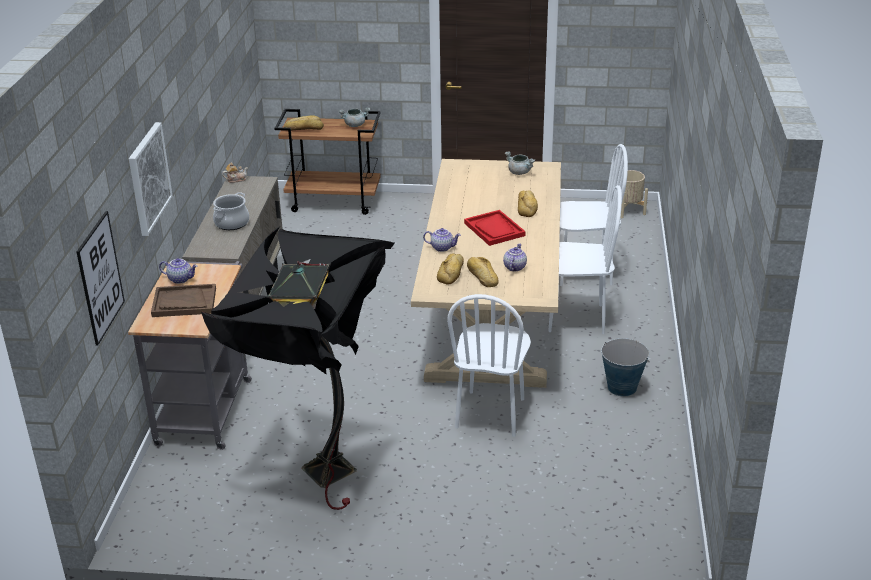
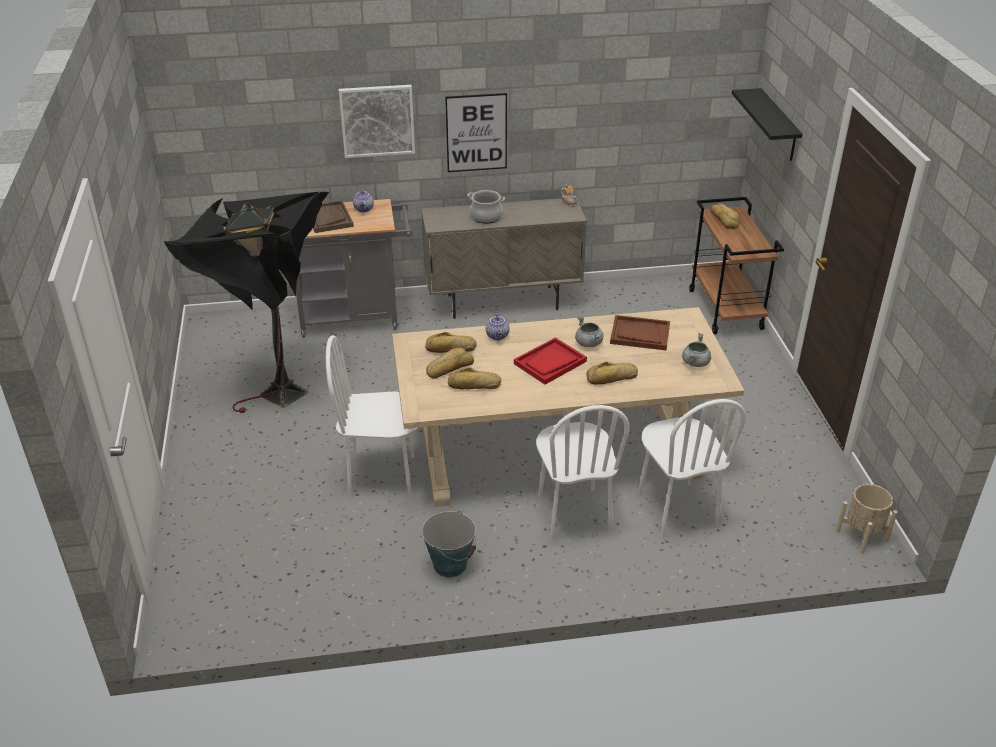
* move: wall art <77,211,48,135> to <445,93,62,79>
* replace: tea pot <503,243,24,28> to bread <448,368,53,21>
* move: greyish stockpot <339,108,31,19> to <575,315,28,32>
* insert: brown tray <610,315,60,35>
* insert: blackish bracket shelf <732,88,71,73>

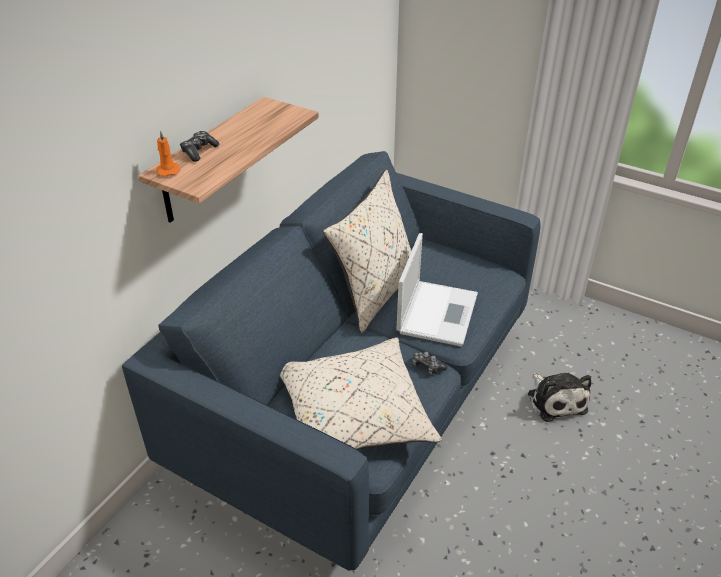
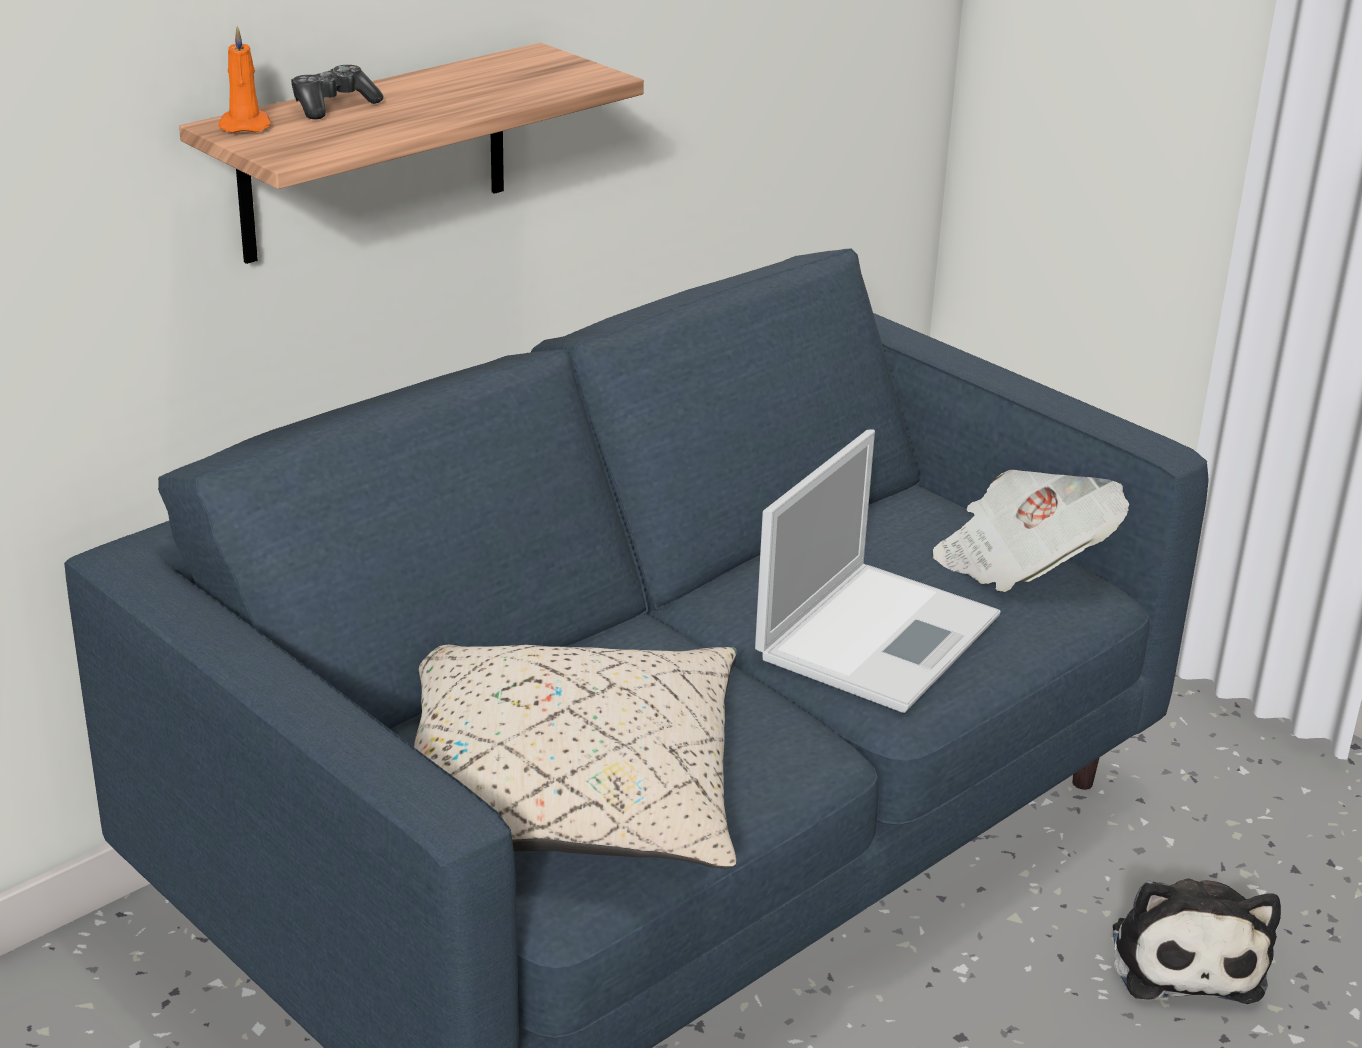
* insert: printed paper <933,470,196,122>
* delete: sand-coloured throw pillow <323,169,88,164>
* delete: gamepad <413,352,34,23>

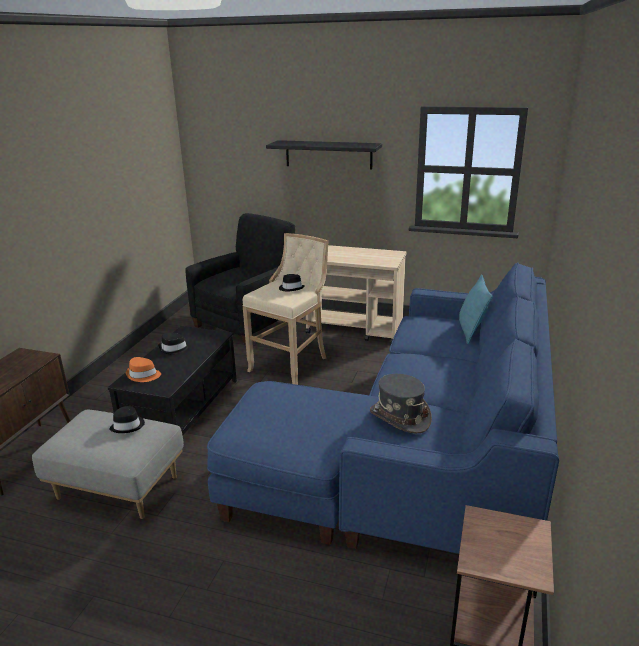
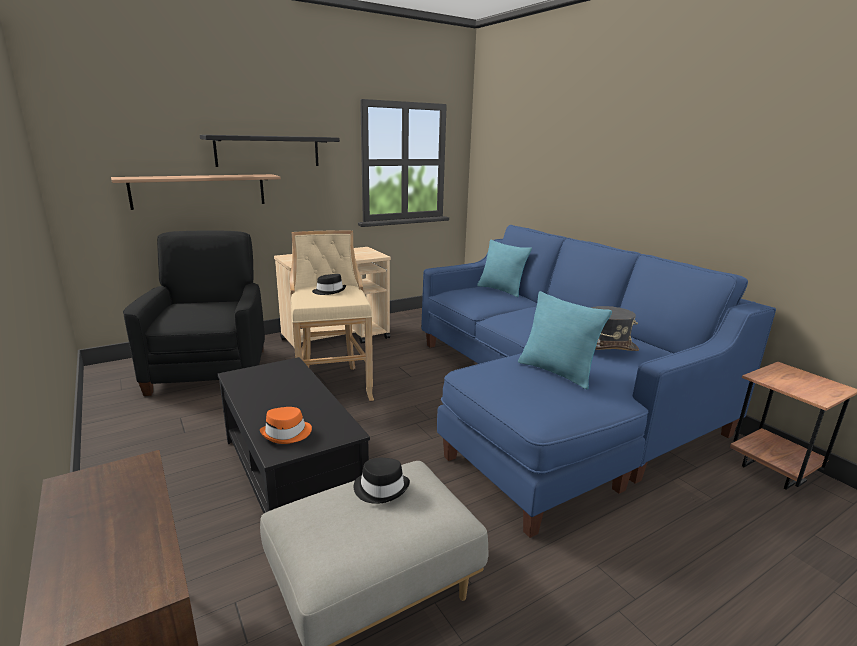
* insert: bracket shelf <111,174,170,36>
* insert: blue-green throw pillow <518,291,94,98>
* delete: blackish wearable hat <158,333,33,21>

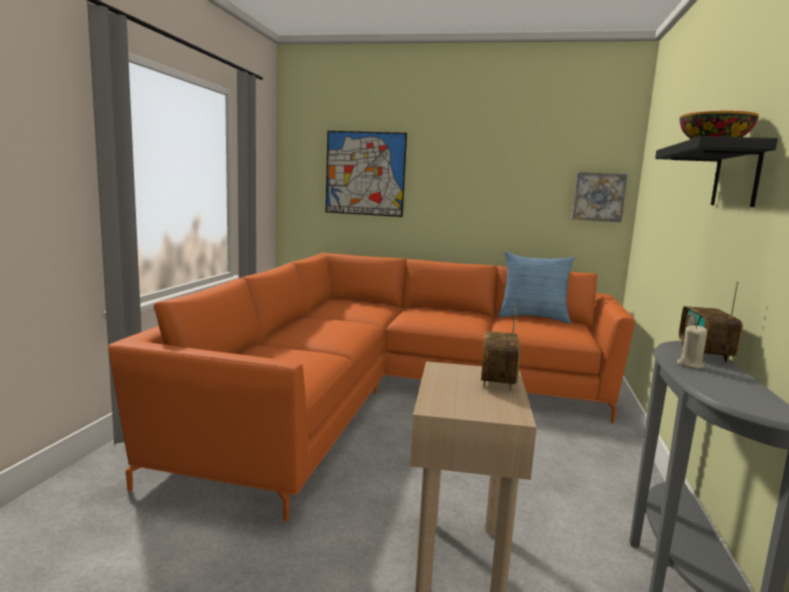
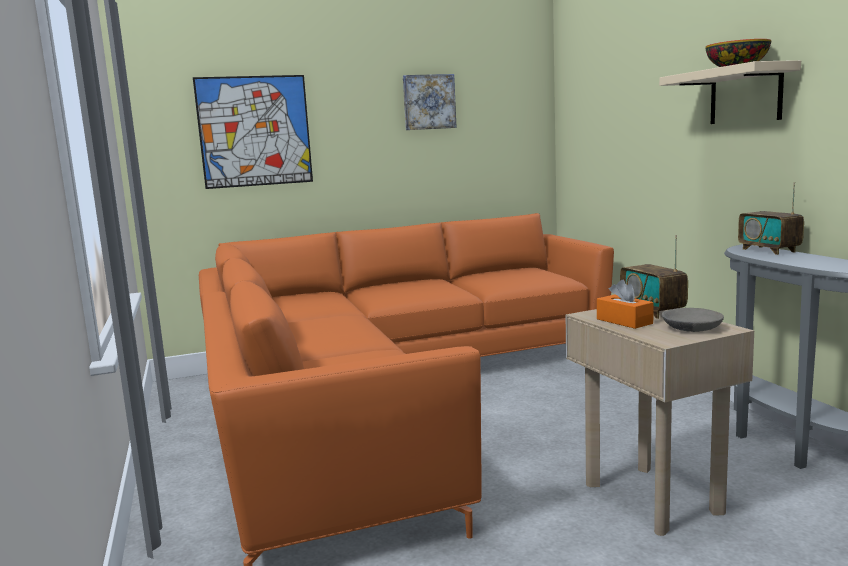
* move: wall art <572,172,56,50> to <403,74,54,56>
* insert: orange tissue box <597,280,57,49>
* recolor: blackish bracket shelf <655,136,123,71> to sand-coloured bracket shelf <659,60,142,64>
* insert: greyish deep dish <661,308,63,24>
* delete: throw pillow <498,251,77,73>
* delete: sand-coloured candle <677,325,30,44>

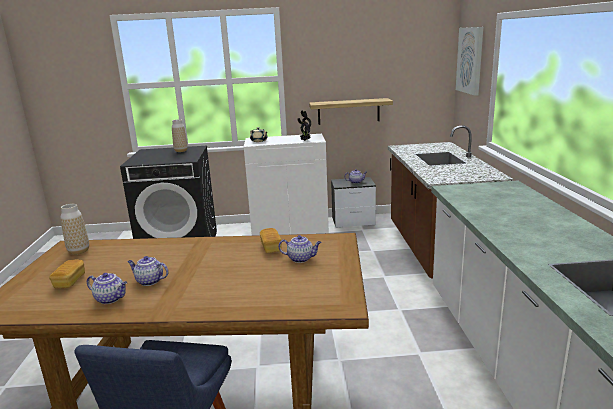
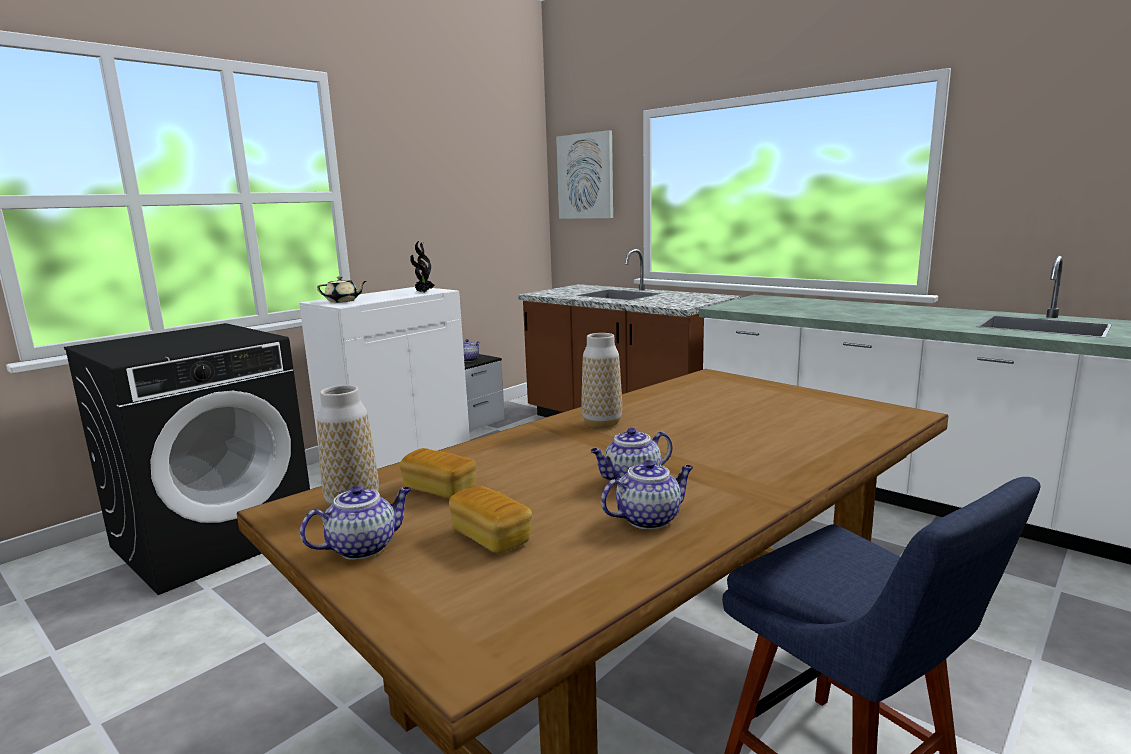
* move: tea pot <279,235,42,28> to <300,485,111,75>
* move: bread <260,228,22,25> to <399,448,77,51>
* move: vase <172,119,16,33> to <582,333,40,95>
* delete: bracket shelf <309,98,84,27>

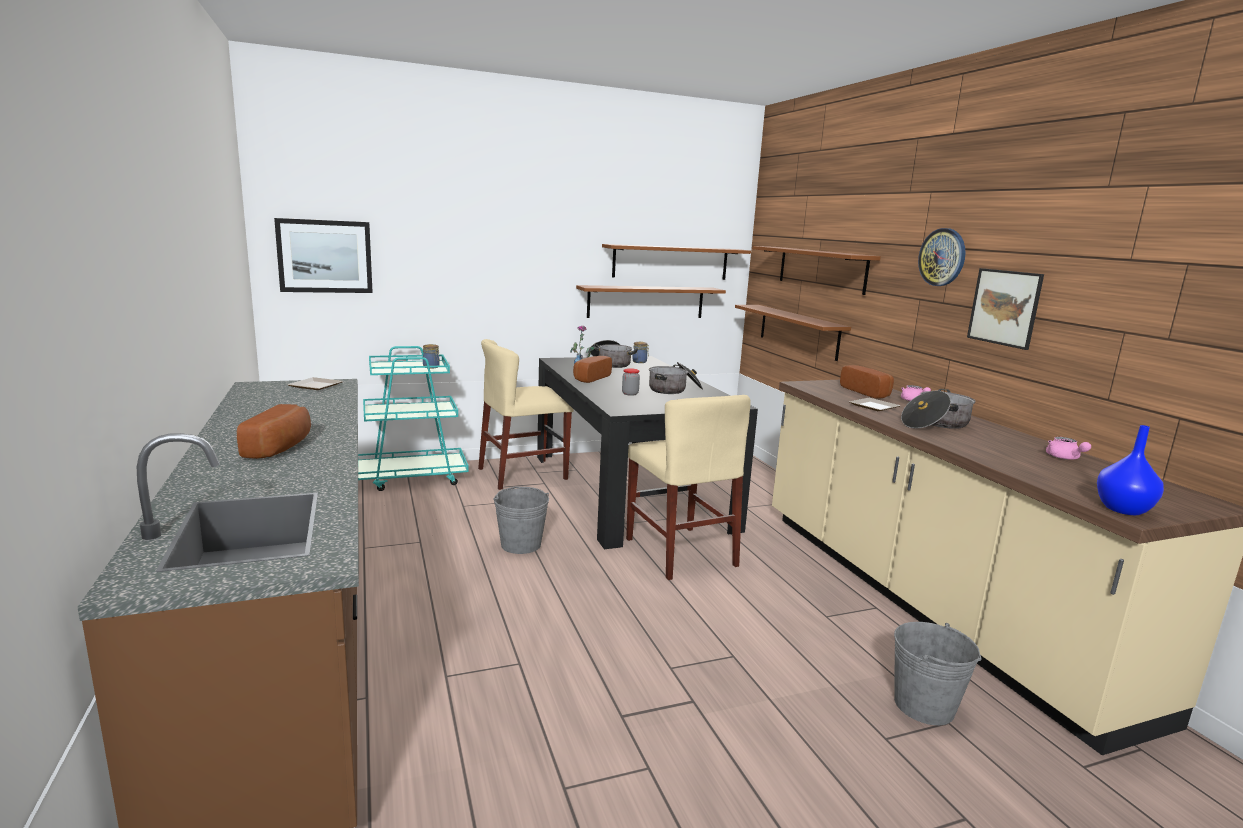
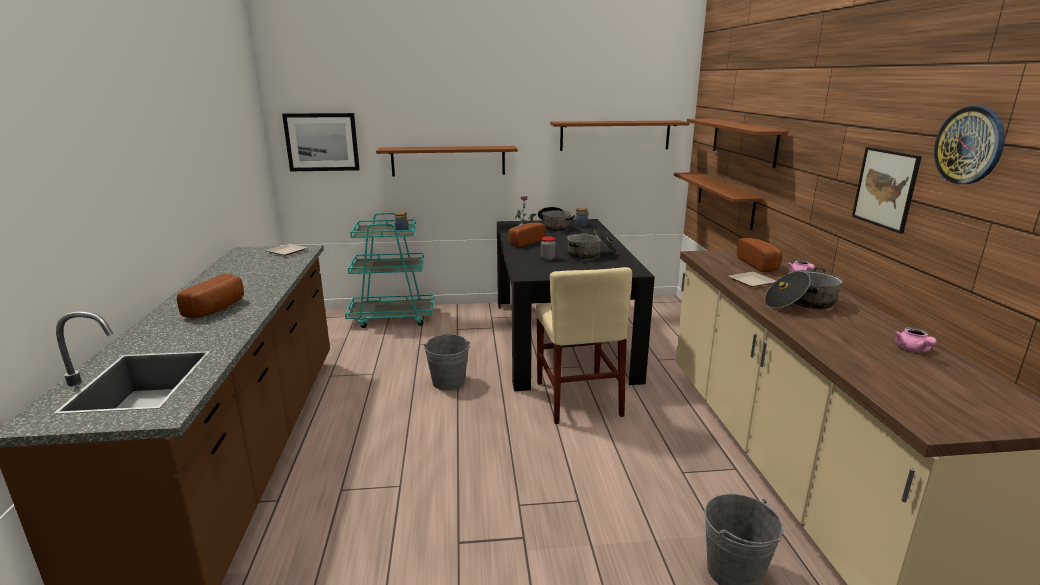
* move: brown bracket shelf <576,285,150,33> to <376,146,142,31>
* move: hanging clock <918,228,47,58> to <934,106,71,78>
* delete: sand-coloured chair <478,339,96,151>
* delete: blue-coloured vase <1097,425,67,90>

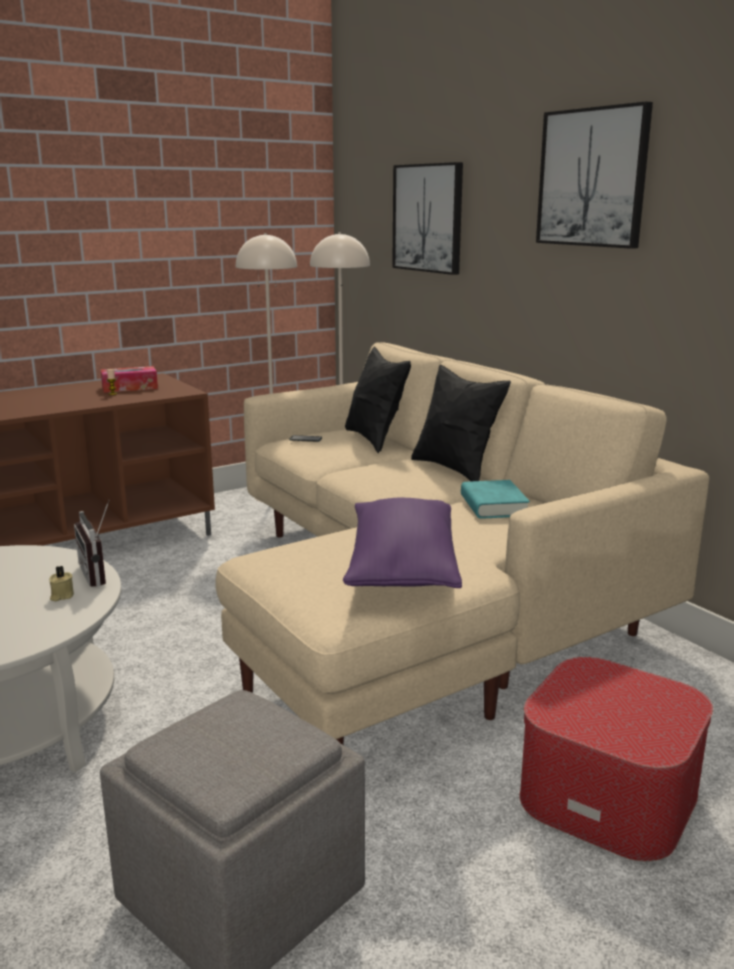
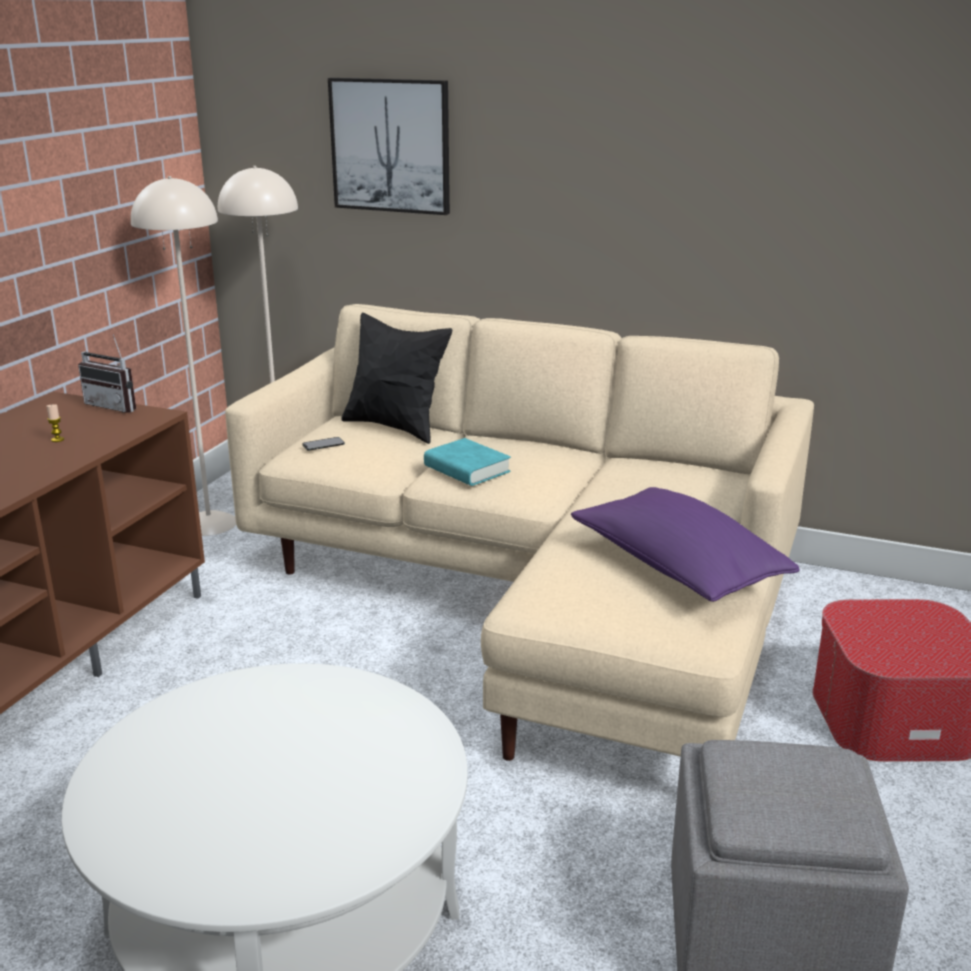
* move: radio receiver <74,500,35,87> to <78,334,58,79>
* move: blue-green book <461,480,69,39> to <424,438,87,48>
* delete: sand-coloured candle <49,566,25,35>
* delete: tissue box <101,366,57,27>
* delete: blackish throw pillow <411,365,100,116>
* delete: wall art <536,101,117,148>

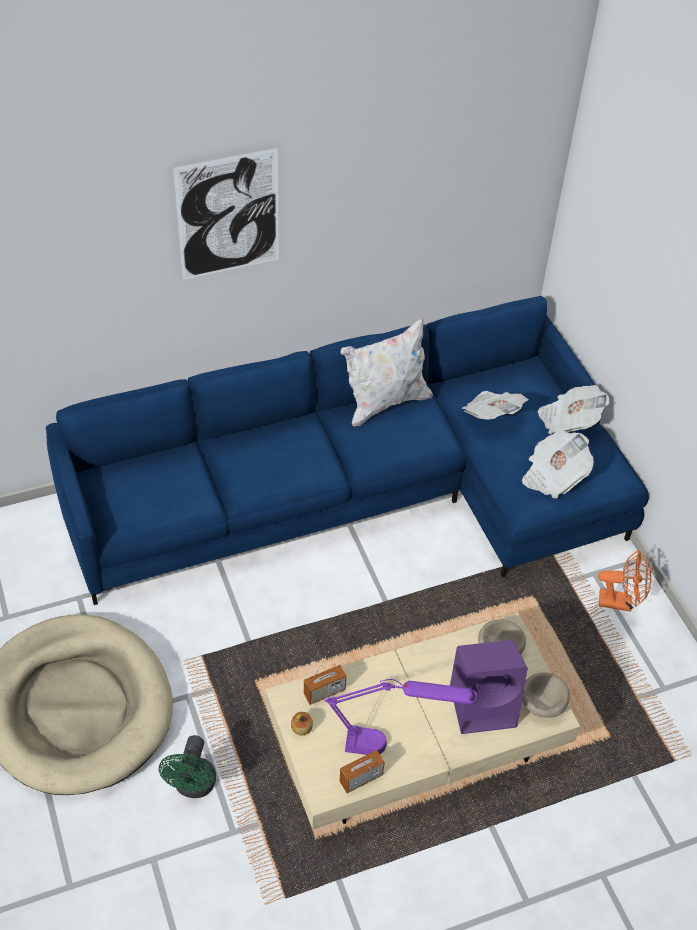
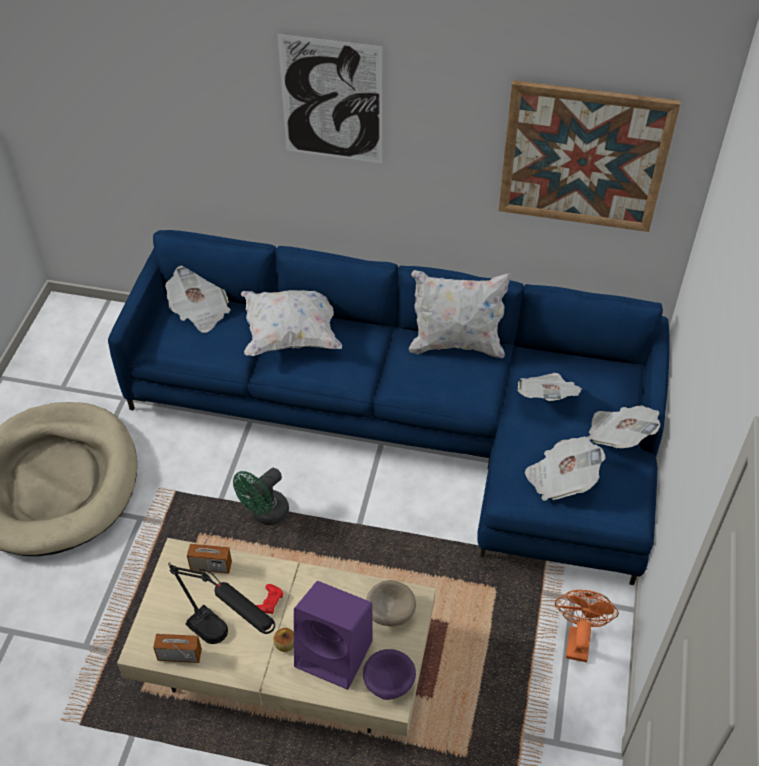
* insert: printed paper <165,266,66,67>
* recolor: purple-coloured table lamp <324,679,153,76> to blackish table lamp <168,563,107,81>
* move: greenish electric fan <159,735,57,63> to <233,468,56,57>
* insert: white-coloured throw pillow <241,290,101,66>
* insert: red gamepad <256,584,27,30>
* move: apple <291,712,22,23> to <274,628,20,24>
* recolor: sand-coloured deep dish <522,672,48,46> to purple-coloured deep dish <363,649,53,51>
* insert: wall art <498,80,183,152>
* rotate: orange electric fan <598,550,54,62> = <555,590,64,72> 120 degrees counterclockwise

